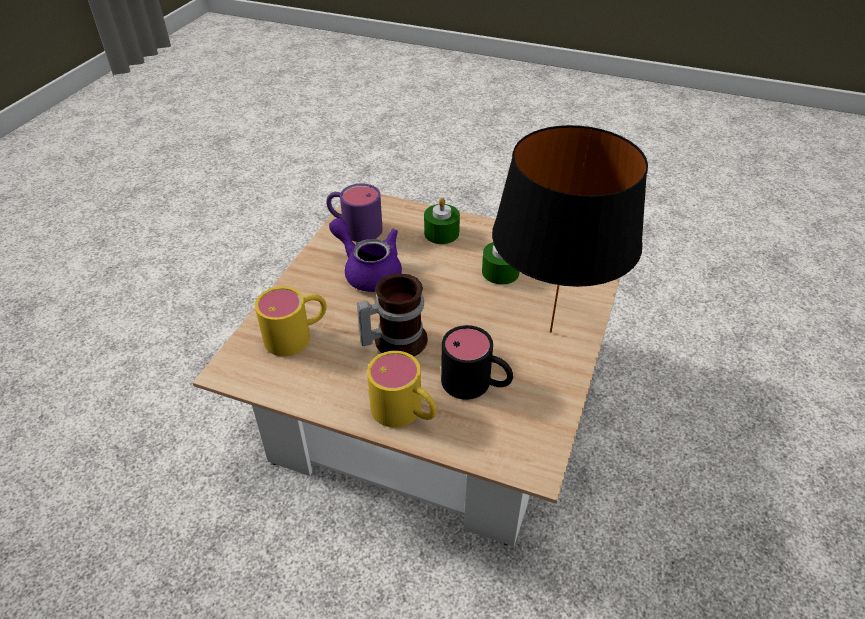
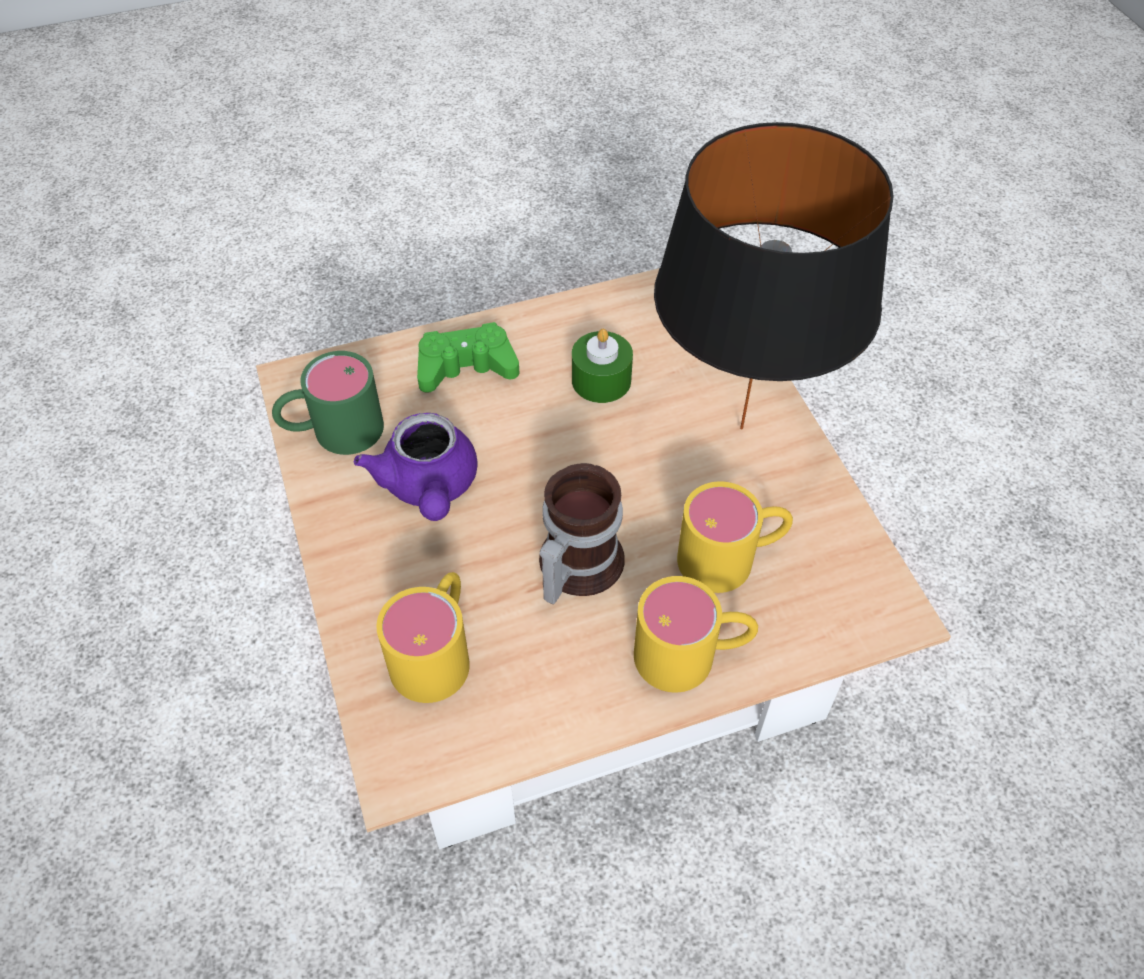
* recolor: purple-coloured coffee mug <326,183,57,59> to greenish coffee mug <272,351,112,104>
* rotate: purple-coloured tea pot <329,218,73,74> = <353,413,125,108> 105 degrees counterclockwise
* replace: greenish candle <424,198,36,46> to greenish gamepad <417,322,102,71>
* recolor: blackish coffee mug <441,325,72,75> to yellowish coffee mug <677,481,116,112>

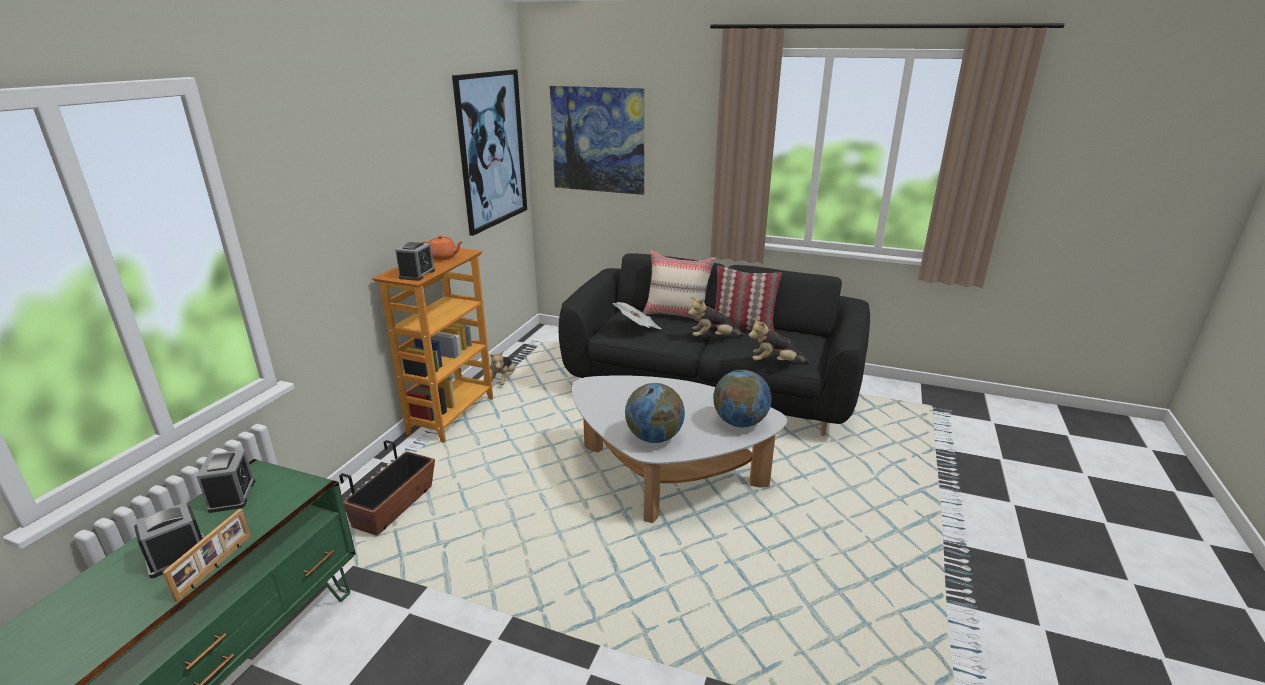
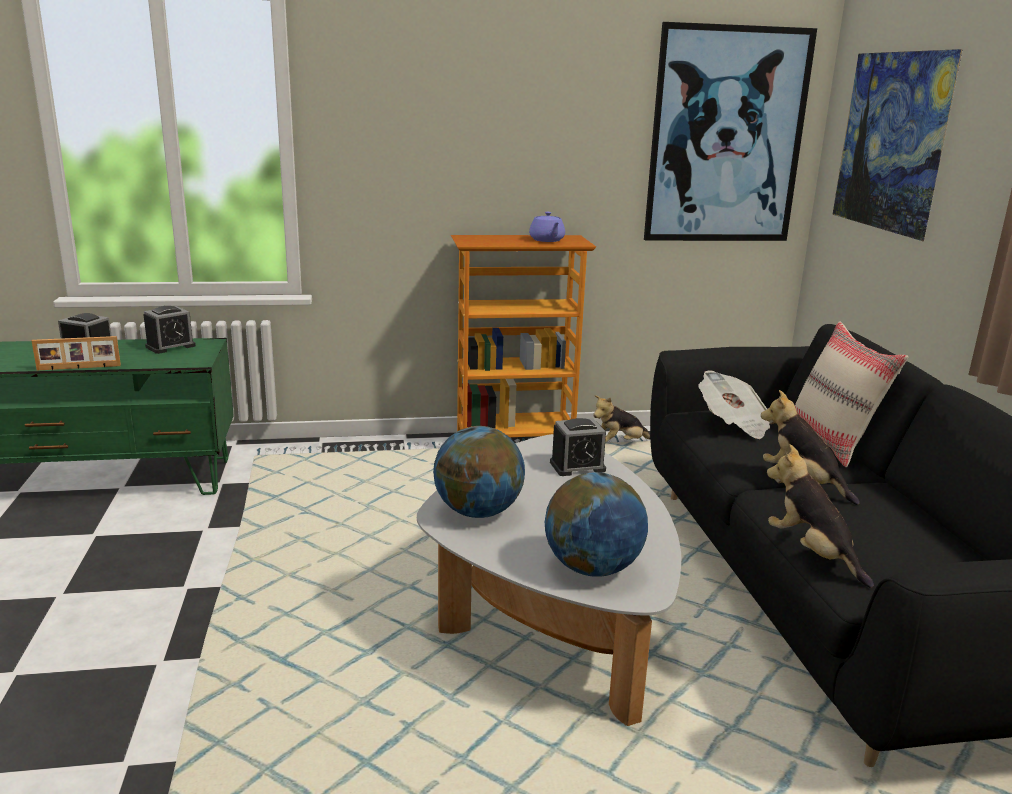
* recolor: orange tea pot <422,235,40,25> to purple-coloured tea pot <529,212,36,30>
* move: alarm clock <395,242,40,39> to <550,418,56,58>
* delete: planter <339,440,96,96>
* delete: throw pillow <711,266,71,65>

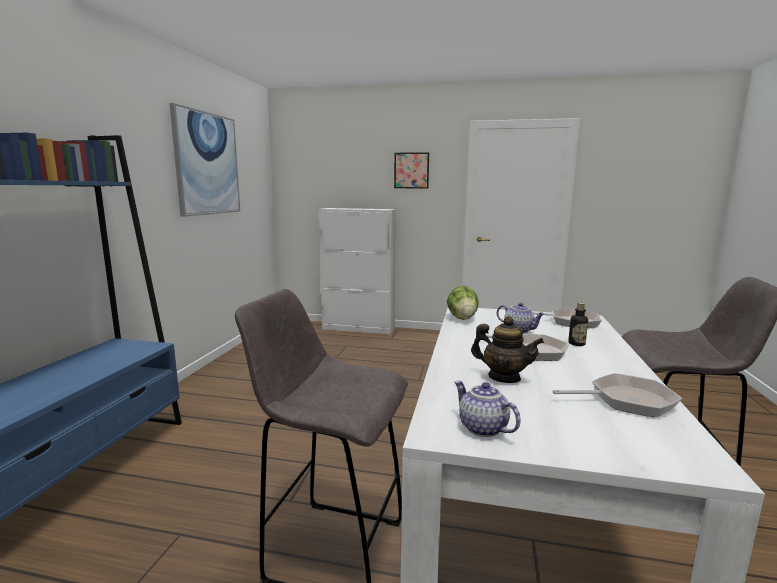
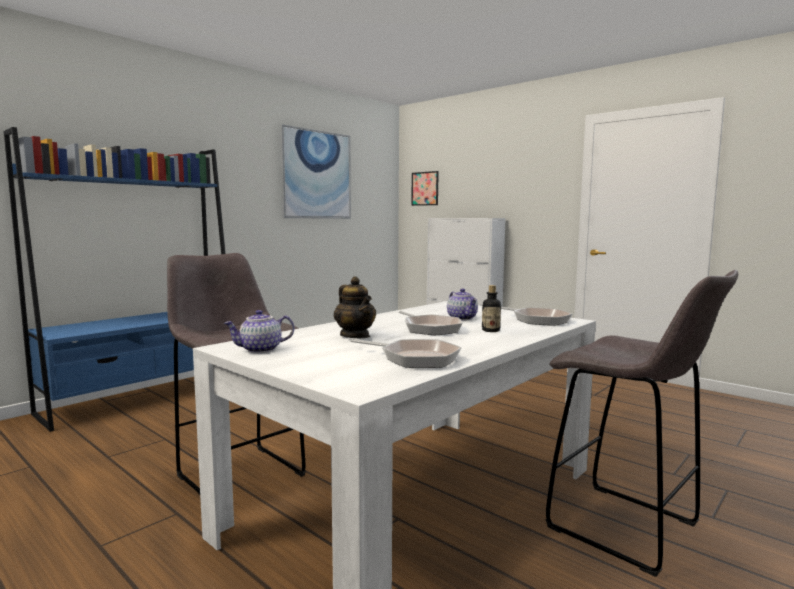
* rotate: tea pot <454,381,67,56> = <224,310,70,43> 105 degrees counterclockwise
* move: wall art <394,152,35,37> to <411,171,28,35>
* delete: head of lettuce <447,285,32,35>

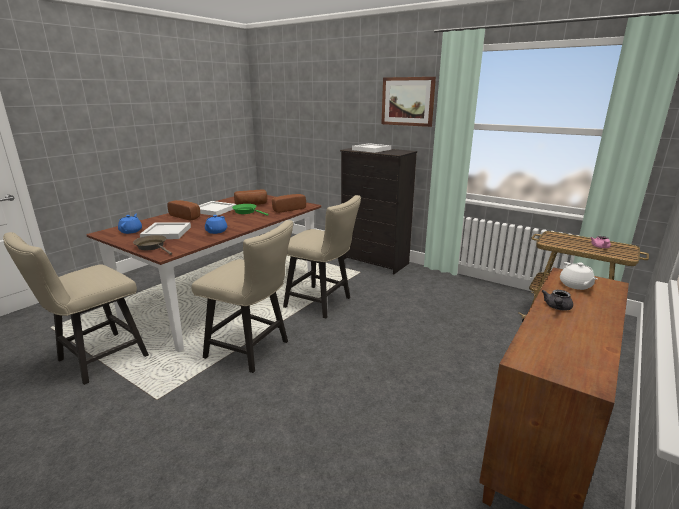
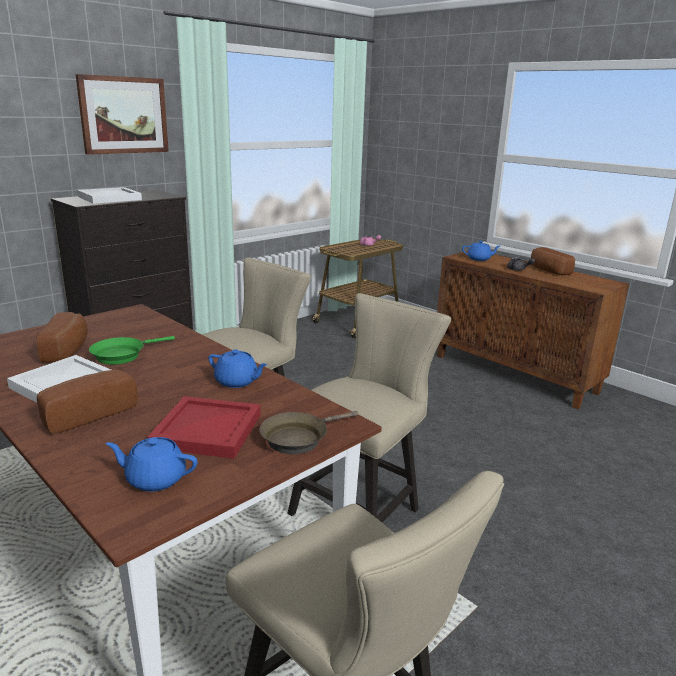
* recolor: white-coloured tray <140,222,51,17> to red tray <147,396,114,63>
* recolor: white-coloured tea pot <560,262,38,28> to blue-coloured tea pot <462,241,38,20>
* move: bread <272,194,34,19> to <531,247,44,28>

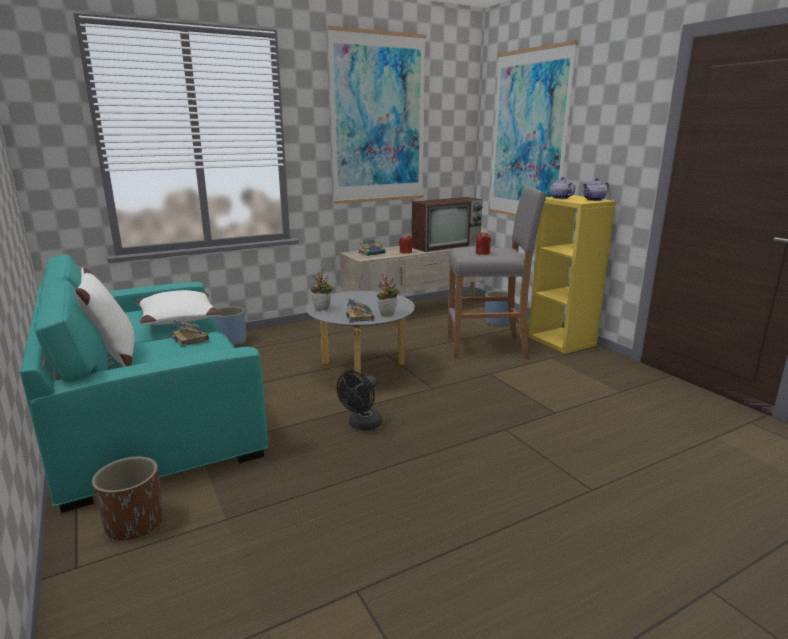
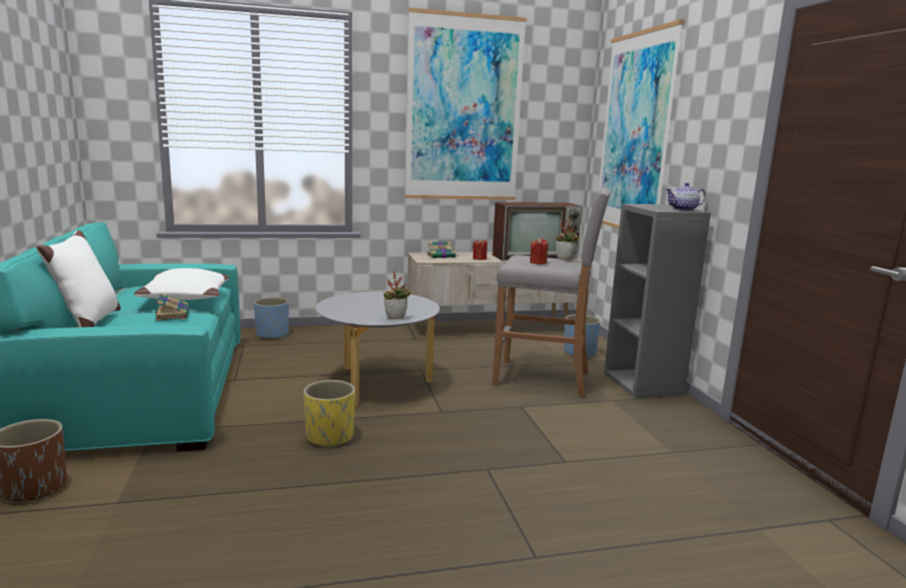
* replace: blackish electric fan <336,371,46,60> to yellowish planter <304,380,51,68>
* move: houseplant <311,269,22,42> to <556,218,24,43>
* recolor: yellowish shelving unit <528,195,88,159> to greyish shelving unit <604,204,107,195>
* delete: book <346,298,28,24>
* delete: tea pot <550,177,26,22>

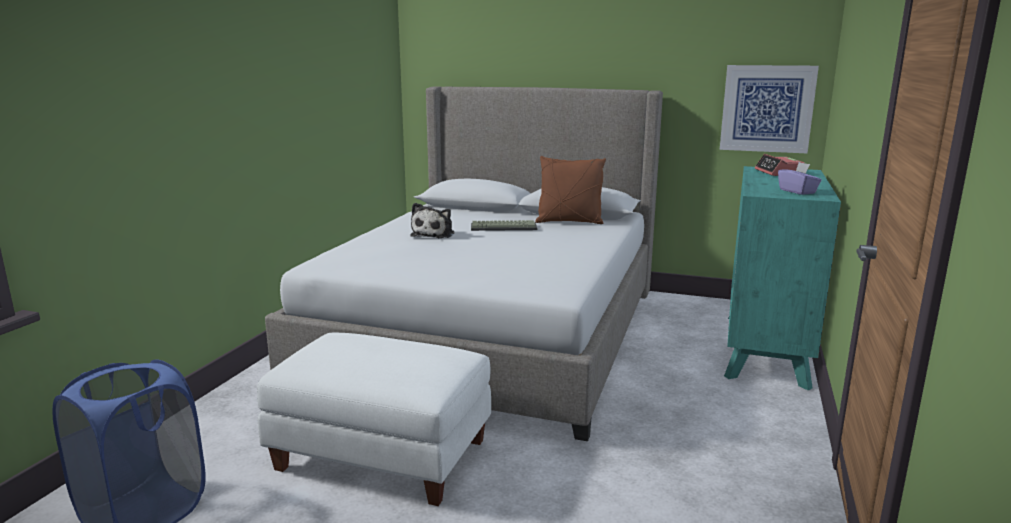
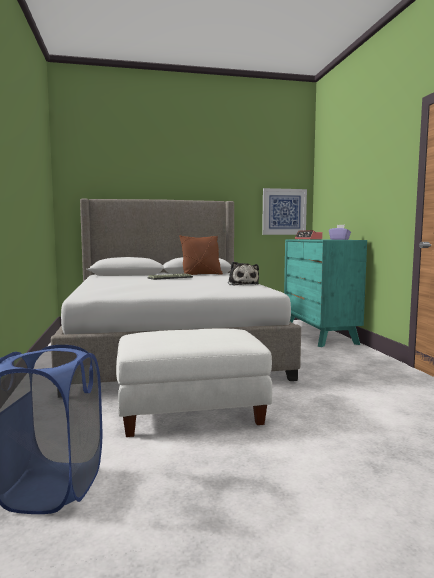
* move: cuddly toy <410,203,45,35> to <228,261,31,24>

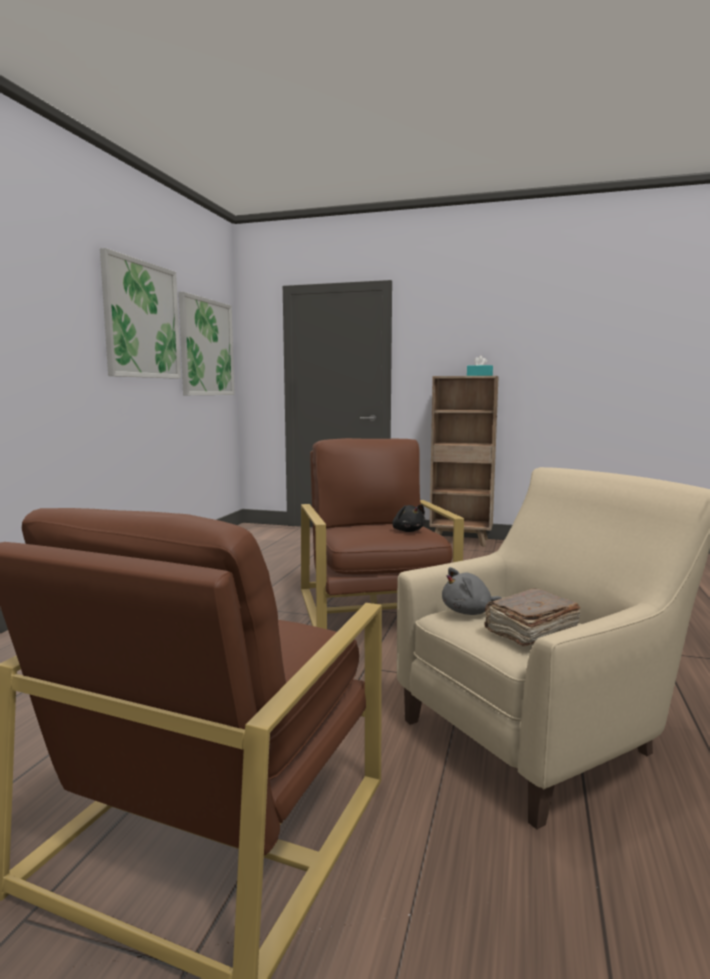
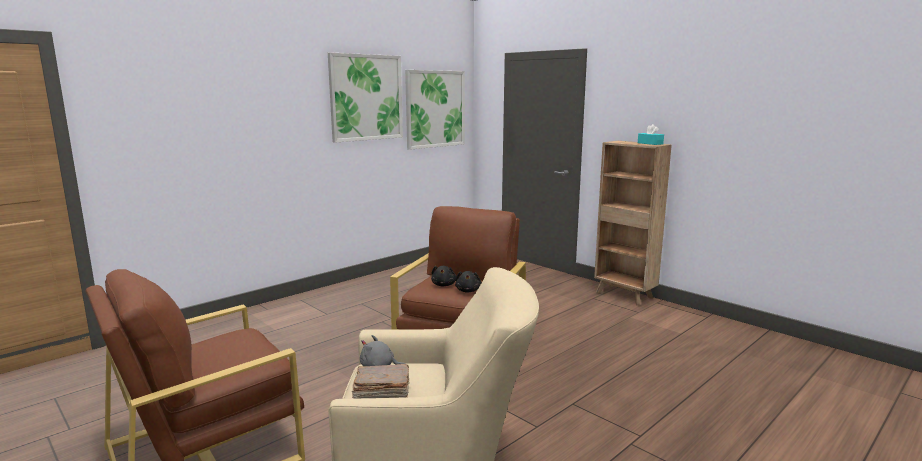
* insert: blackish cuddly toy <431,266,26,20>

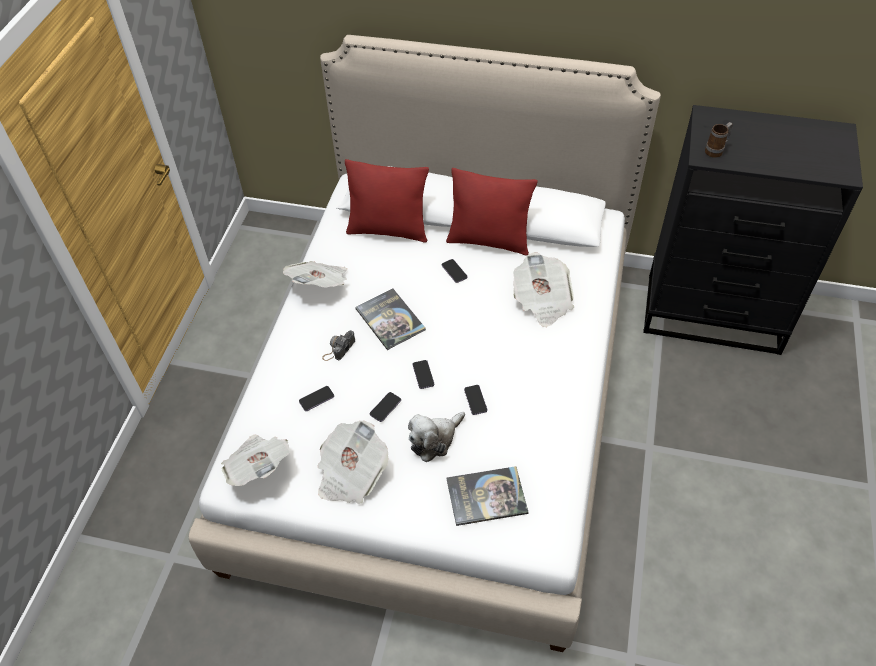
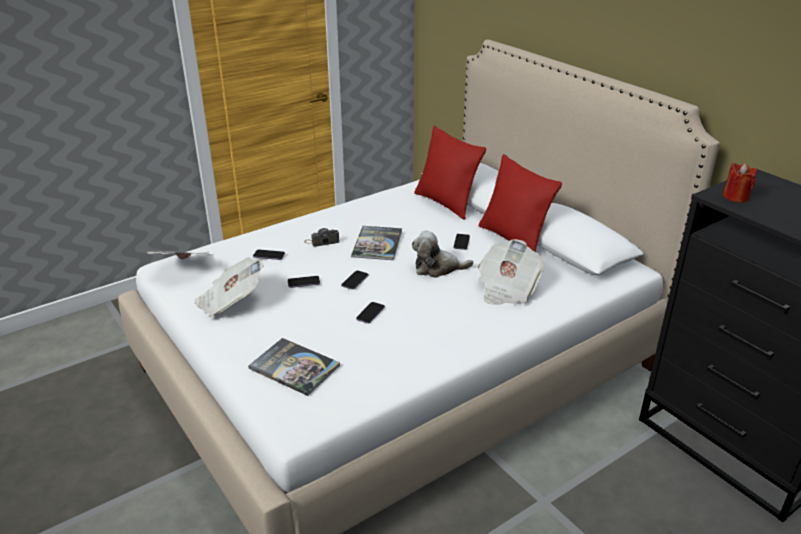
* move: cuddly toy <408,412,57,50> to <412,231,61,47>
* replace: coffee mug <705,122,28,36> to red candle <723,163,34,40>
* delete: printed paper <283,261,64,27>

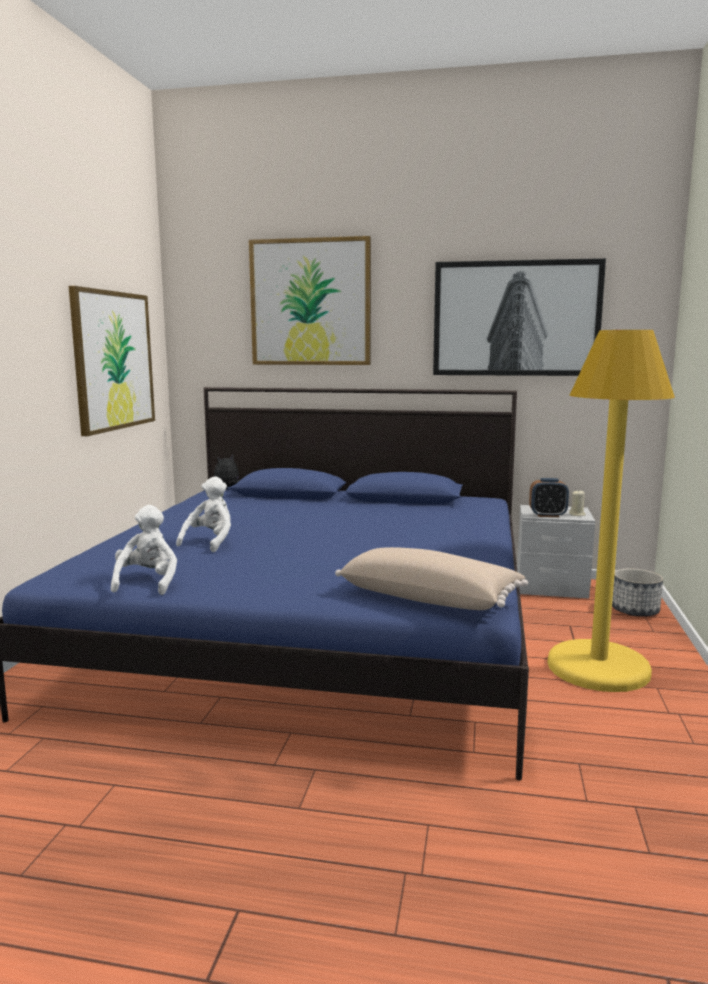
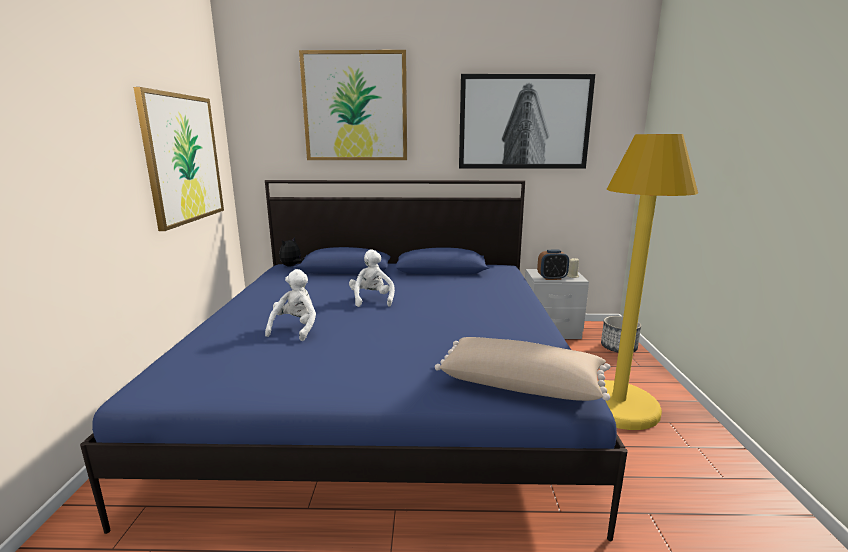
* move: white-coloured cuddly toy <111,505,66,90> to <349,249,46,58>

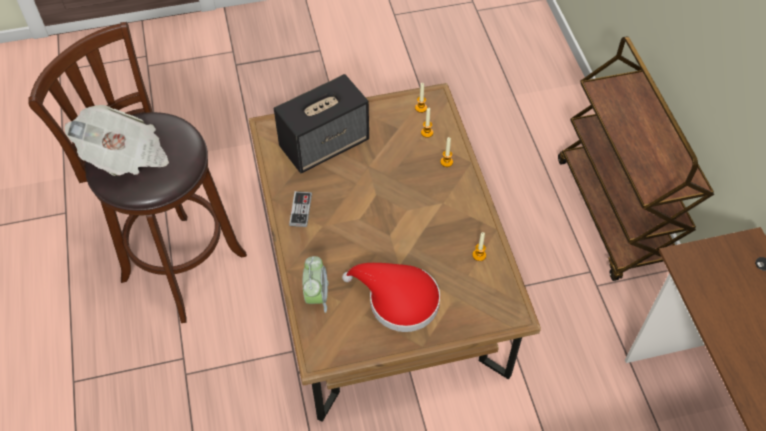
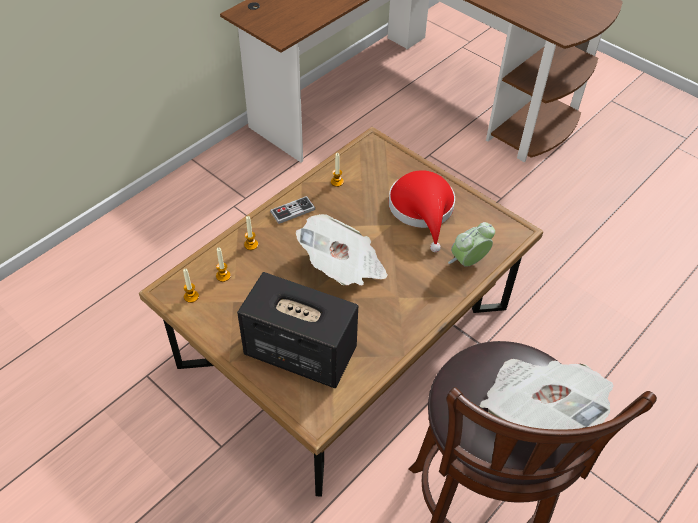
* move: gamepad <289,191,23,36> to <270,196,45,28>
* insert: printed paper <296,214,92,72>
* delete: brown cart <558,36,156,245>

